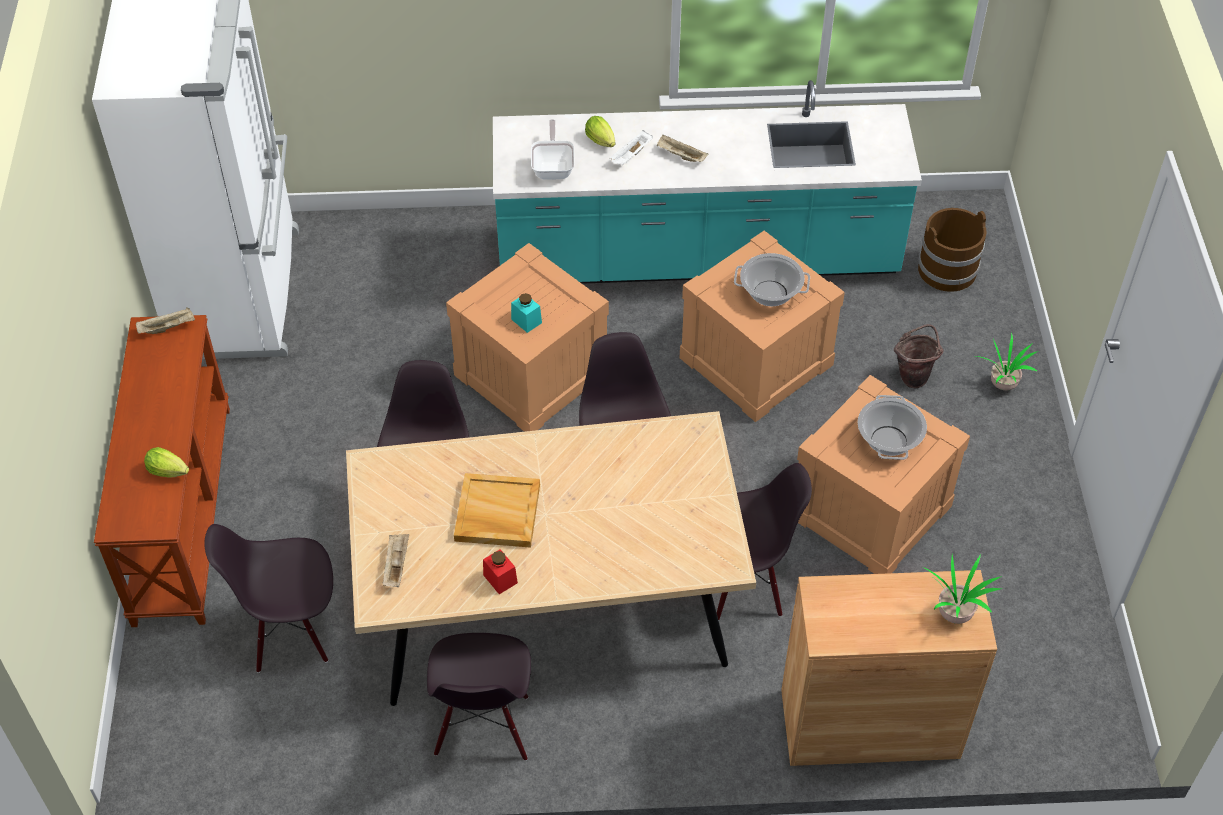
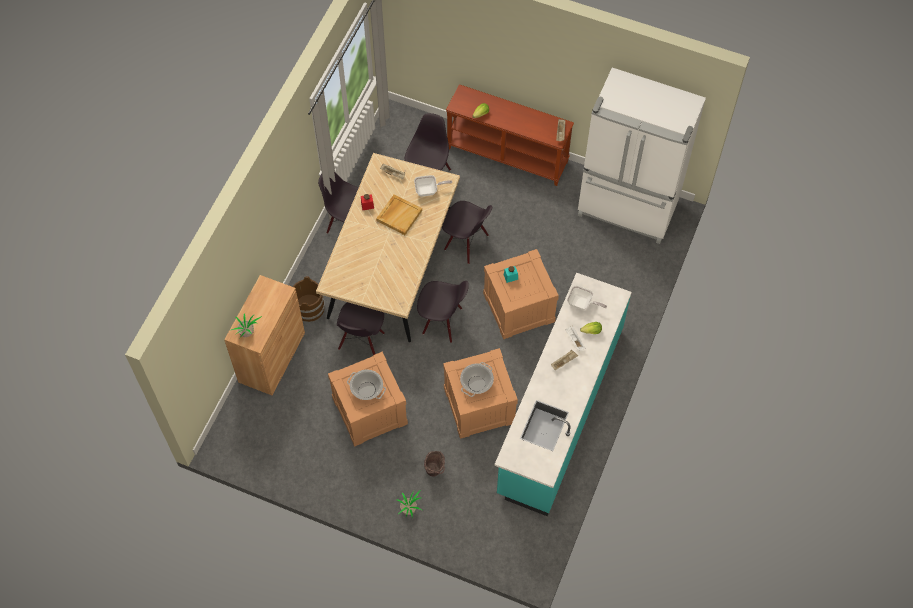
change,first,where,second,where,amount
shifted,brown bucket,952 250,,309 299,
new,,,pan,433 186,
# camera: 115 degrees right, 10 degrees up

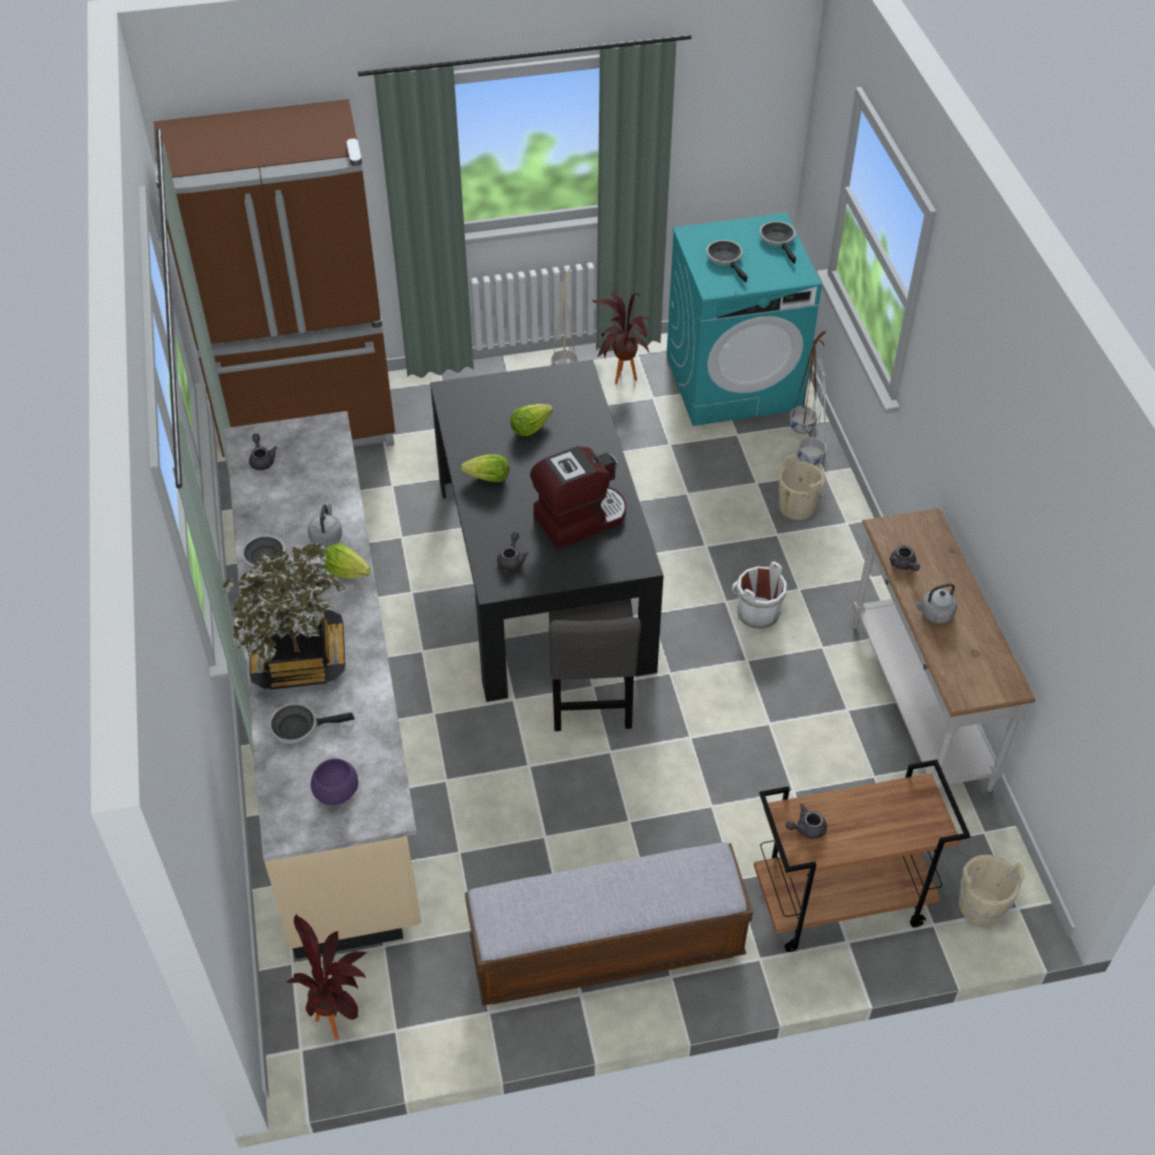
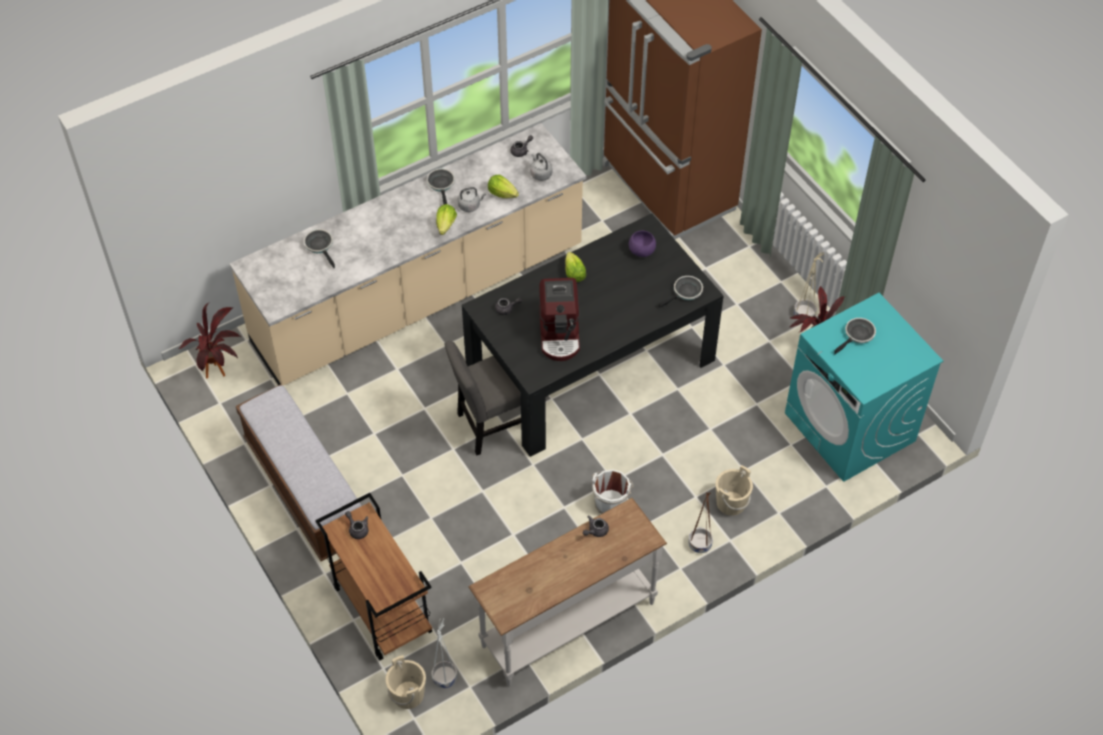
change,first,where,second,where,amount
gone,plant in a pot,284 616,,,
shifted,purple bowl,334 782,,642 244,
shifted,head of lettuce,531 420,,503 186,
rotated,coffee maker,578 497,,559 319,45 degrees clockwise
shifted,pan,777 242,,681 292,
shifted,brown flower pot,807 382,,700 522,
shifted,white flower pot,812 411,,444 653,
shifted,greyish tea kettle,935 603,,541 167,
# camera: 70 degrees right, 5 degrees up

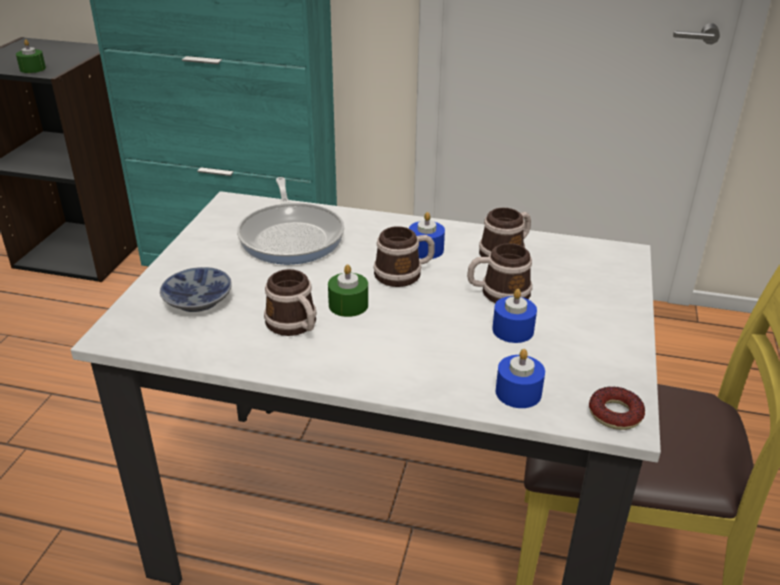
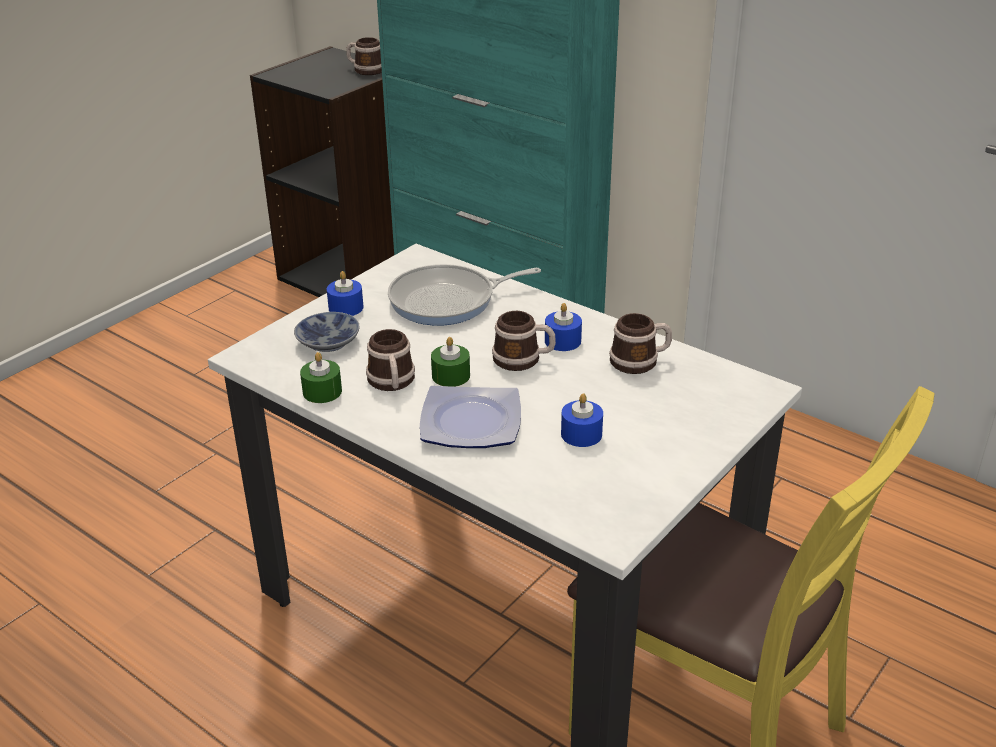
change,first,where,second,where,amount
shifted,greenish wax light,31 56,,321 377,
rotated,pan,290 221,,464 295,60 degrees clockwise
shifted,tea mug,499 273,,364 56,
shifted,blue wax light,520 378,,345 293,
gone,doughnut,617 408,,,
new,,,plate,470 417,
# camera: 25 degrees right, 0 degrees up

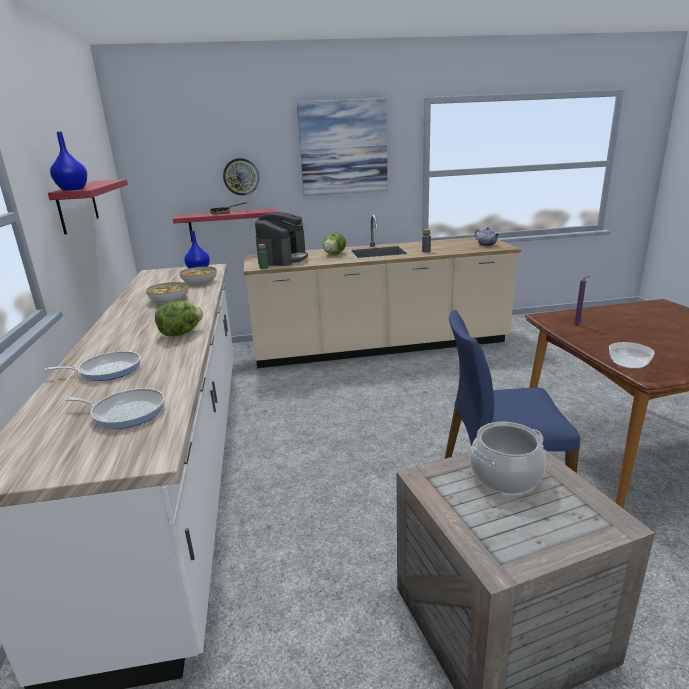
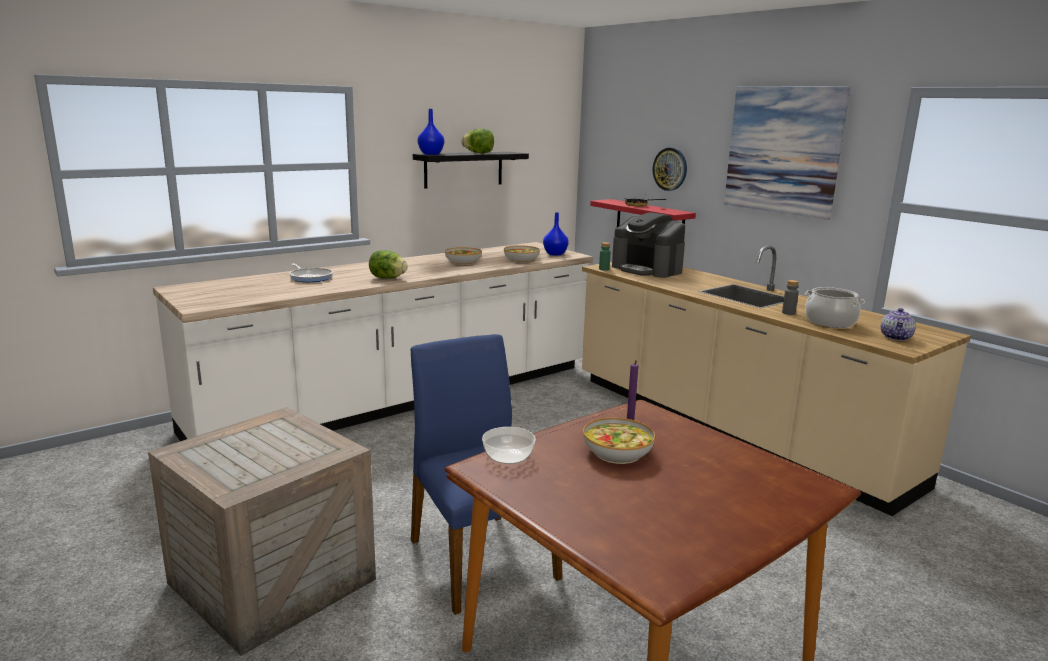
change,first,where,second,where,amount
repainted,red-coloured bracket shelf,88 207,black-coloured bracket shelf,471 170,
gone,pan,115 408,,,
rotated,coffee maker,281 239,,648 245,60 degrees clockwise
shifted,head of lettuce,334 244,,477 141,
shifted,cooking pot,508 458,,835 307,
new,,,bowl,619 441,
# camera: 60 degrees right, 5 degrees down

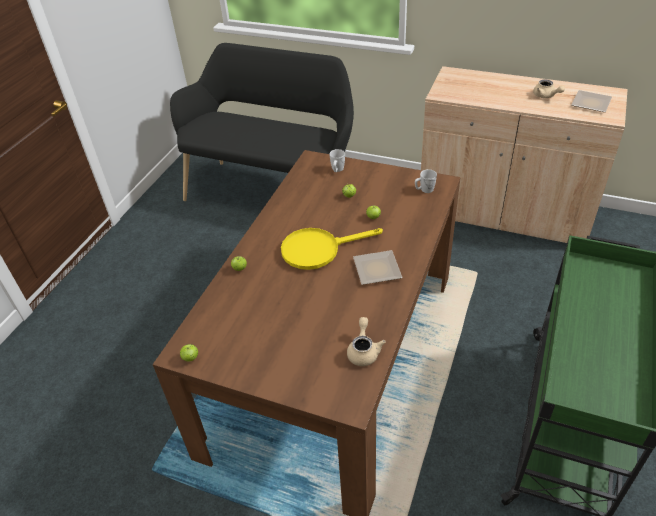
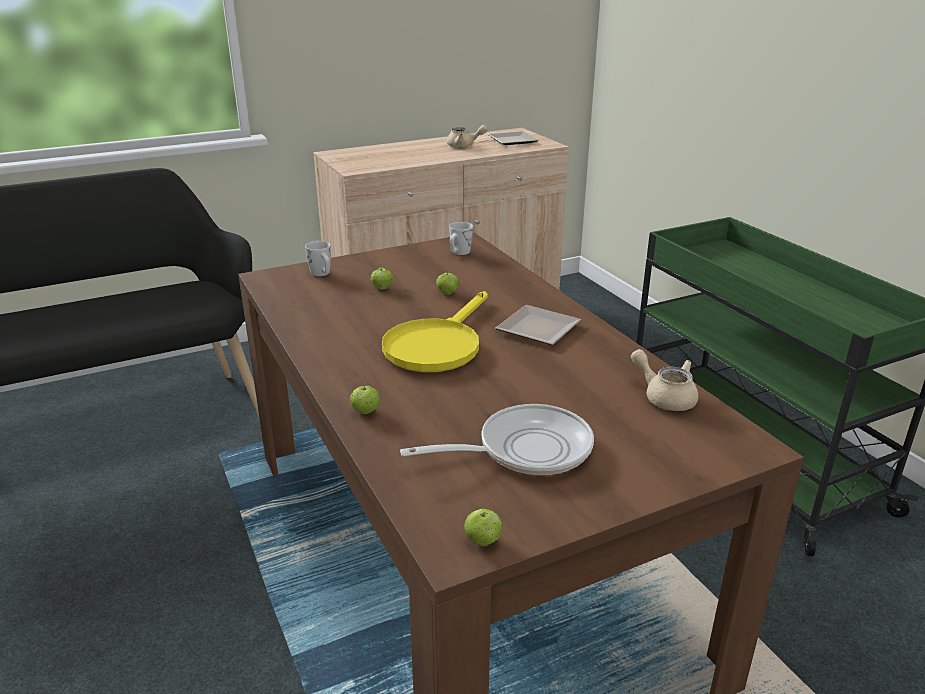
change,first,where,second,where,amount
new,,,pan,497 439,
# camera: 50 degrees left, 15 degrees down

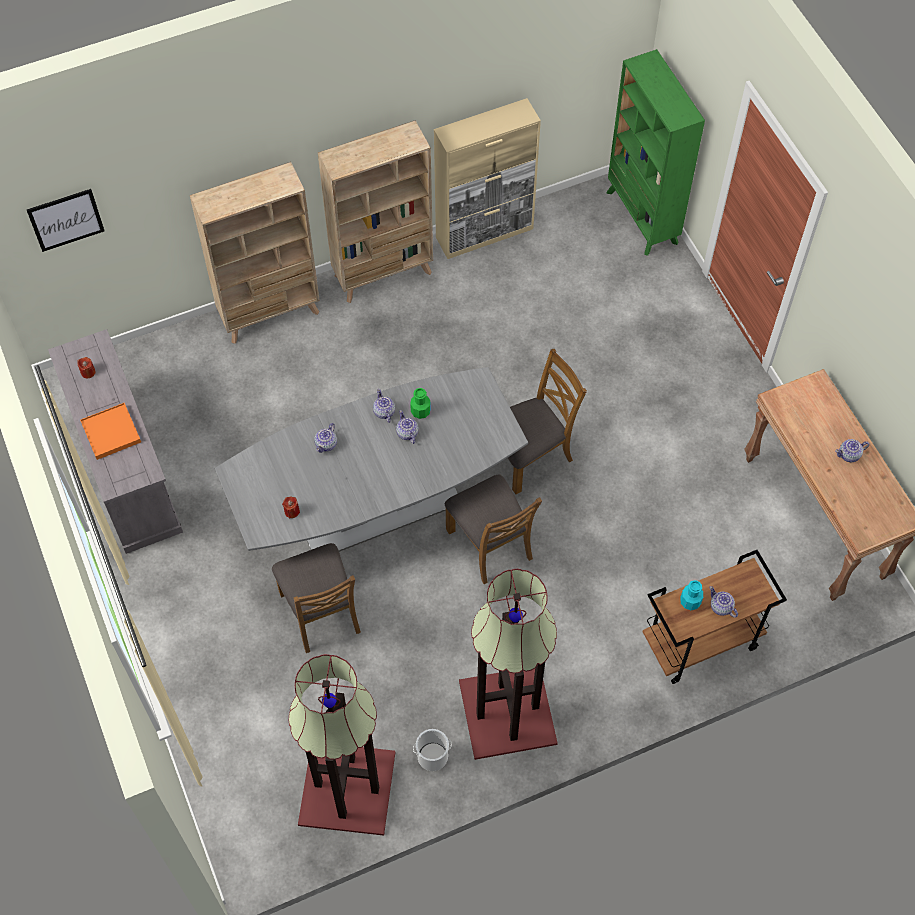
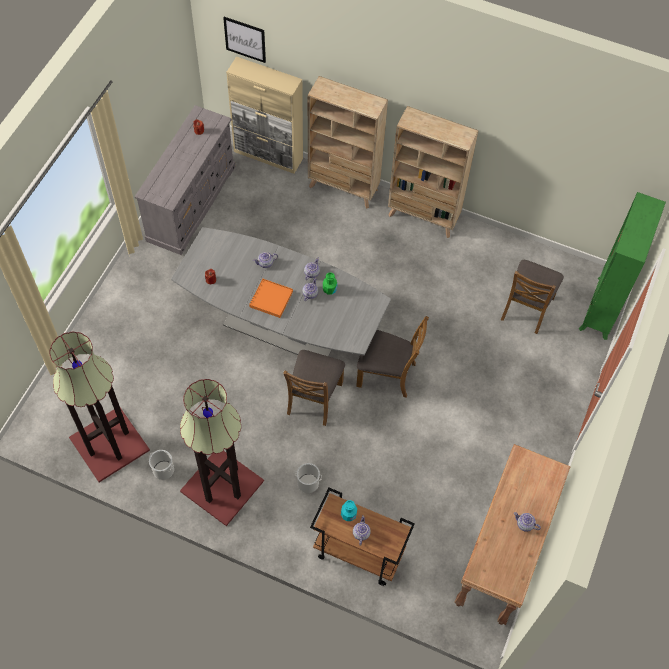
change,first,where,second,where,amount
shifted,orangey tray,110 431,,271 298,
shifted,brown chair,316 598,,532 297,
shifted,beige storage cabinet,487 178,,264 115,
new,,,bucket,308 478,
# camera: 45 degrees right, 0 degrees up

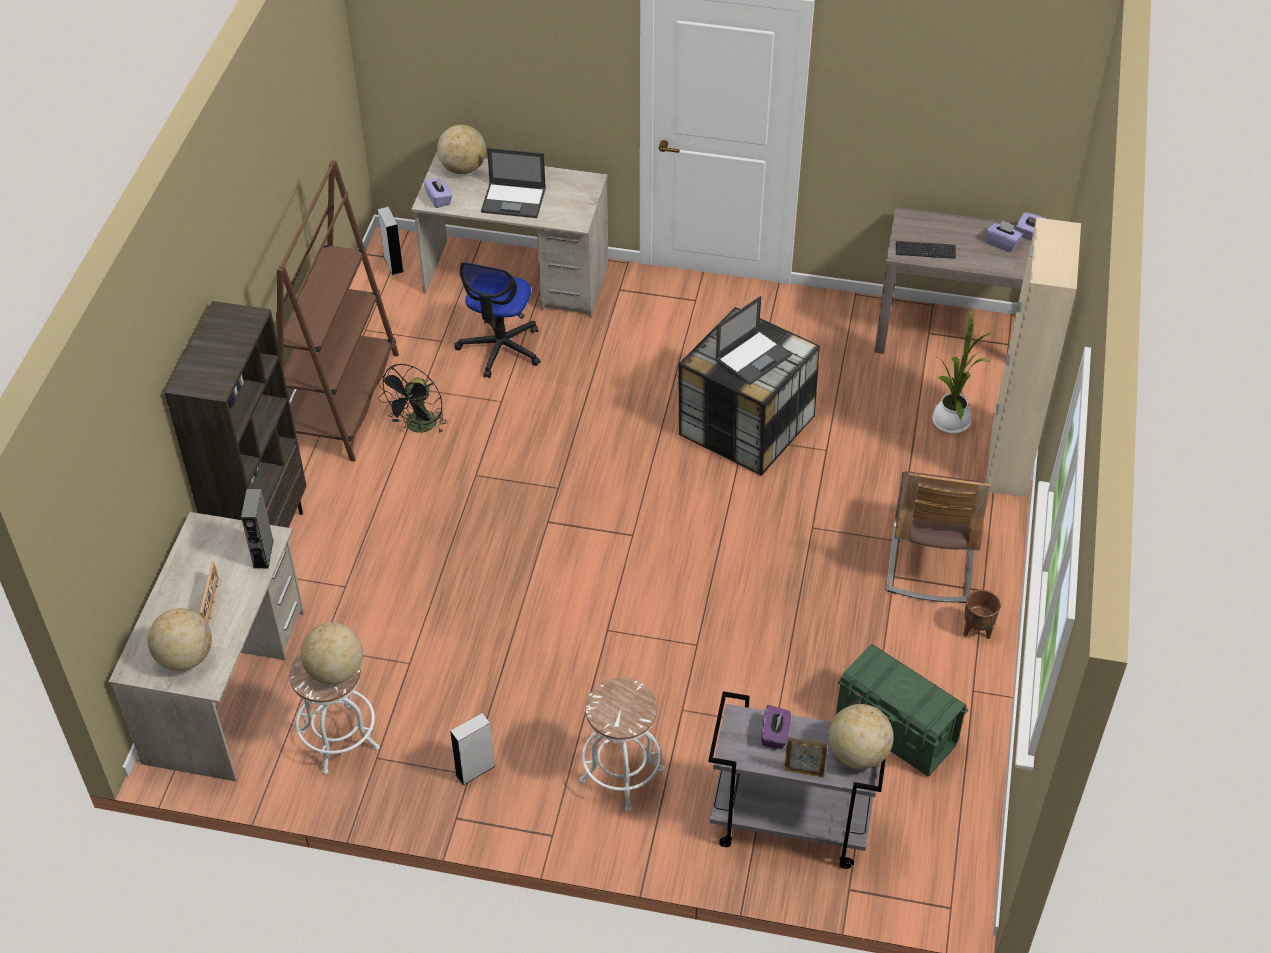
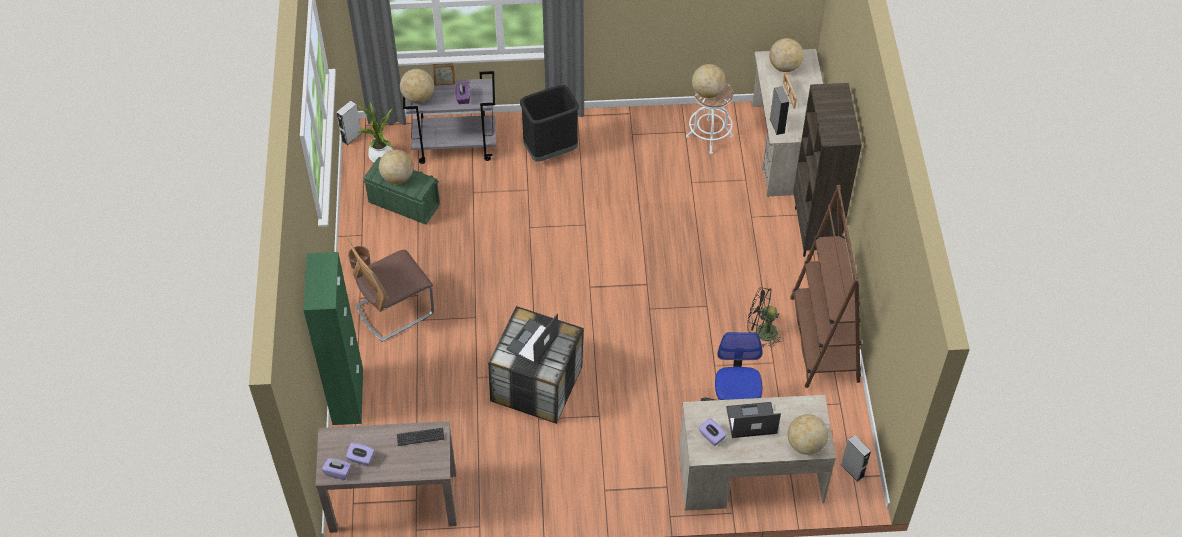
change,first,where,second,where,amount
rotated,black-coloured electric fan,413 399,,765 317,90 degrees counterclockwise
shifted,purple box of tissues,437 192,,713 432,
shifted,greyish audio speaker,473 749,,349 122,
swapped,white sitting stool,621 745,black-coloured rubbish bin,549 123,
rotated,chair,938 537,,390 290,120 degrees counterclockwise
shifted,plant in a pot,962 370,,374 132,
repainted,beige storage cabinet,1033 357,greenish storage cabinet,333 338,
new,,,world globe,396 167,
# camera: 165 degrees right, 5 degrees up

